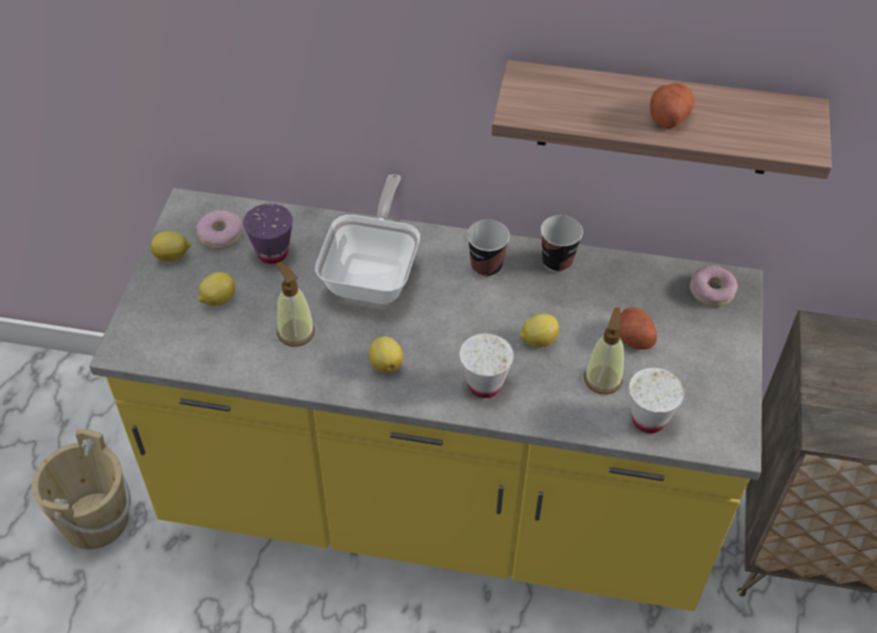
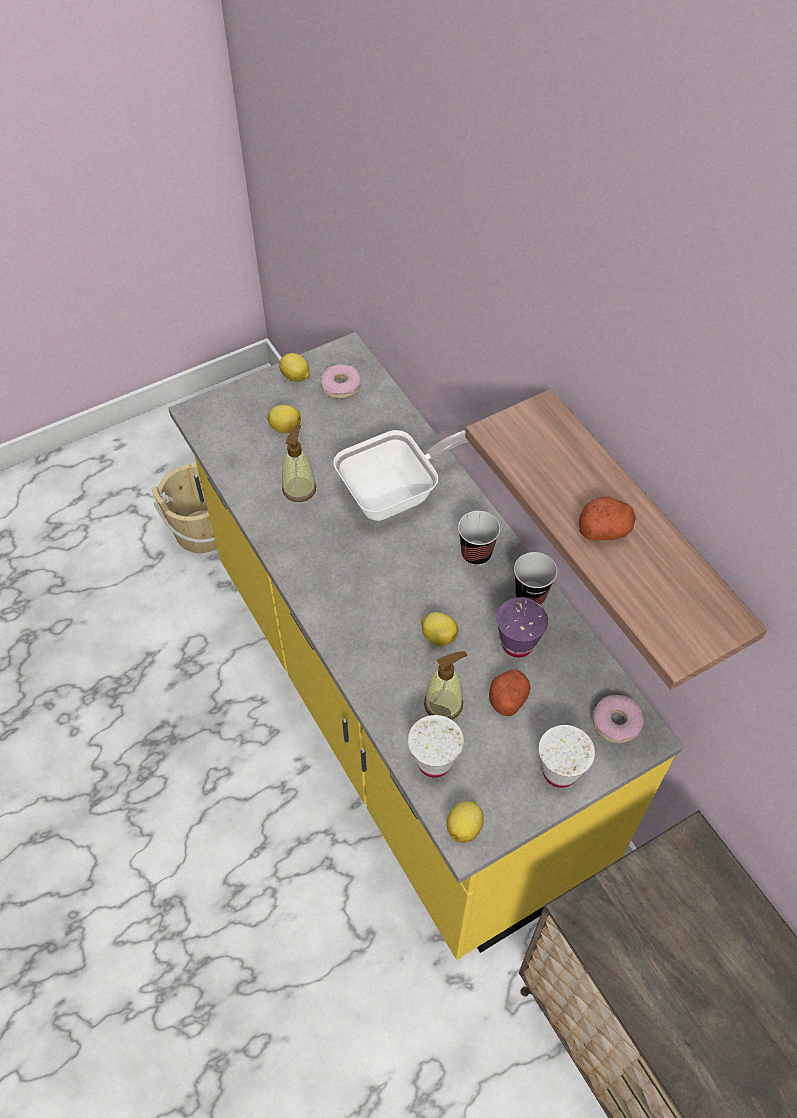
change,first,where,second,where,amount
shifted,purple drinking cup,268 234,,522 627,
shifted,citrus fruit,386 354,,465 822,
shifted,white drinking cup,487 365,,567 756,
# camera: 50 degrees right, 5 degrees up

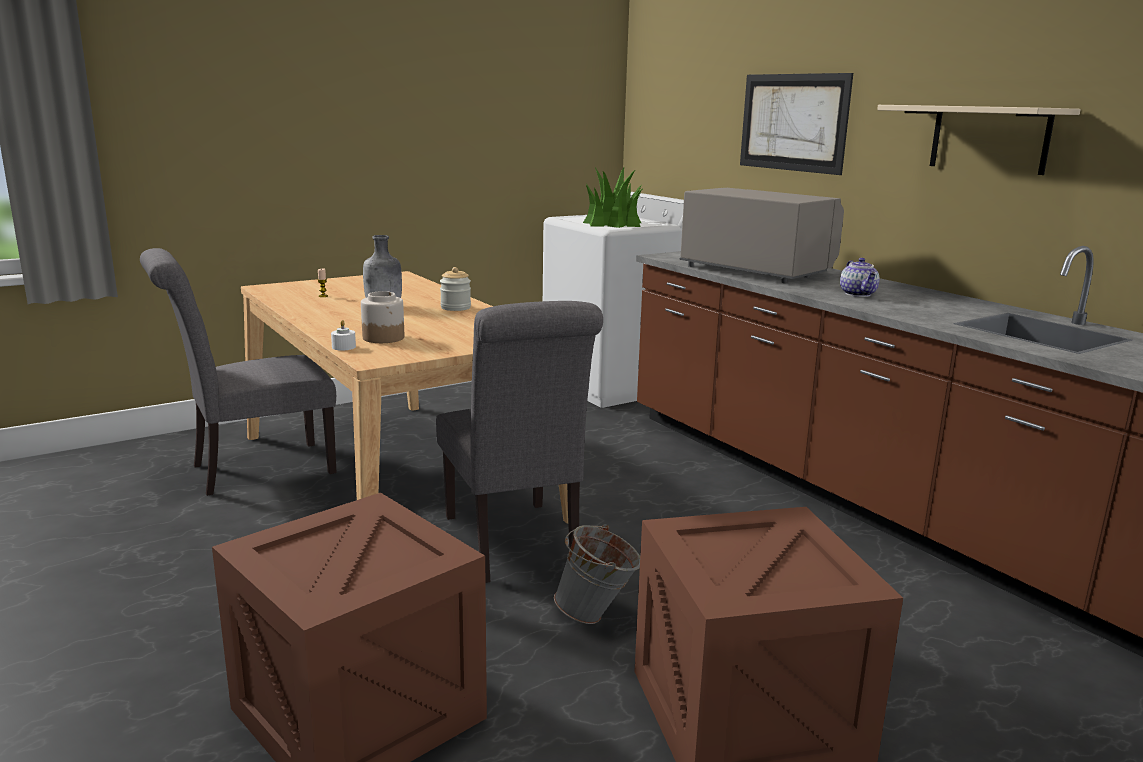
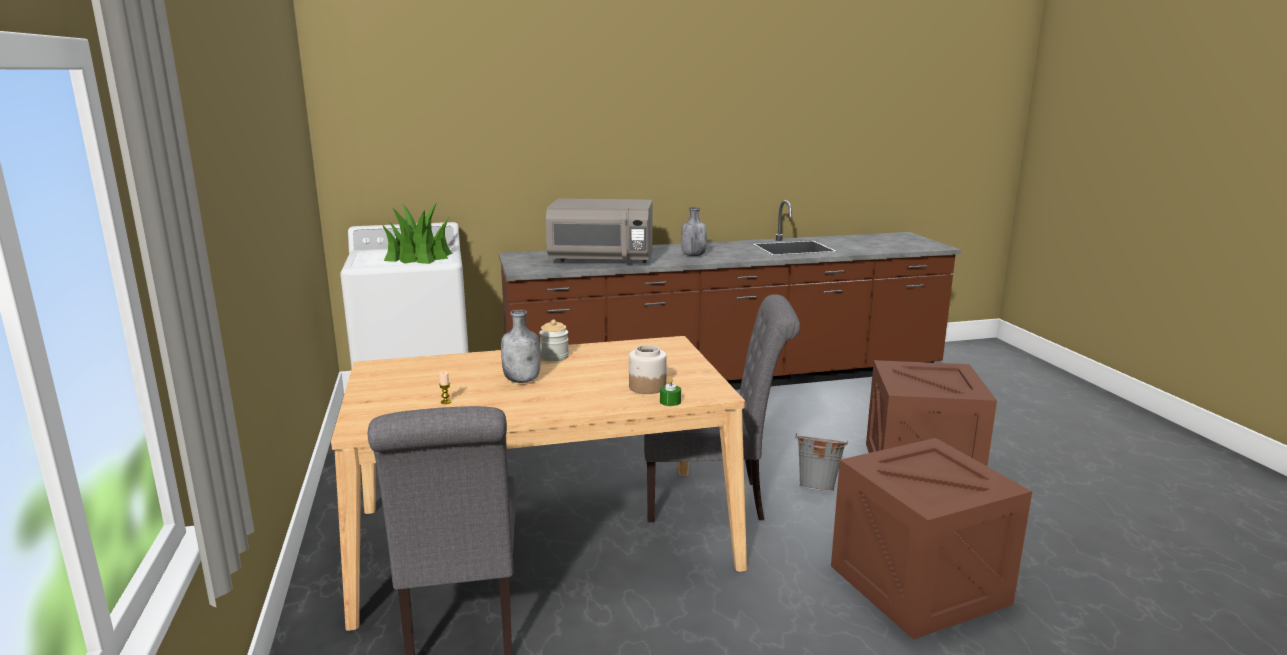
change,first,where,second,where,amount
repainted,white wax light,343 335,greenish wax light,670 392,
rotated,greyish kitchen microwave,762 235,,599 230,150 degrees counterclockwise
gone,wall picture,796 124,,,
swapped,pot for tea,860 277,greyish bottle,694 231,
gone,beige bracket shelf,979 140,,,
# camera: 70 degrees left, 0 degrees up

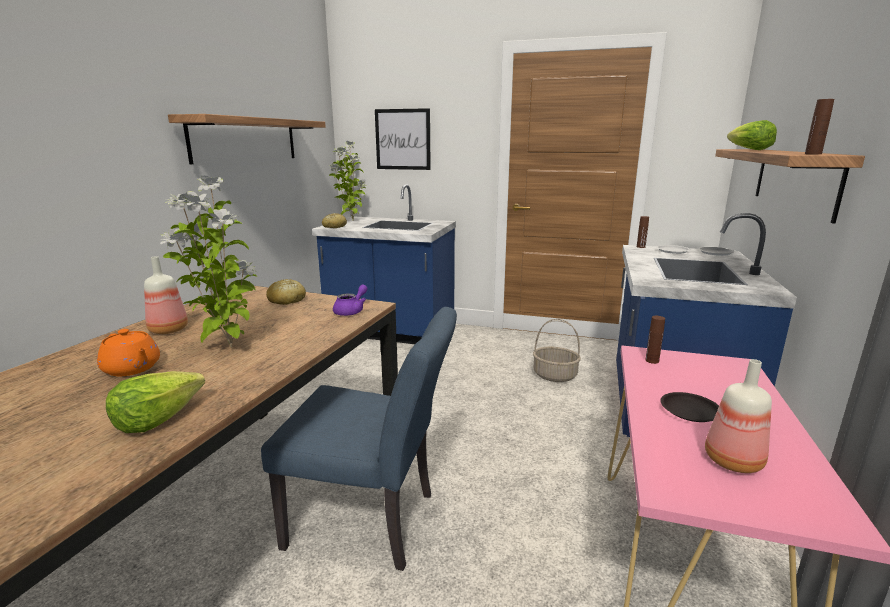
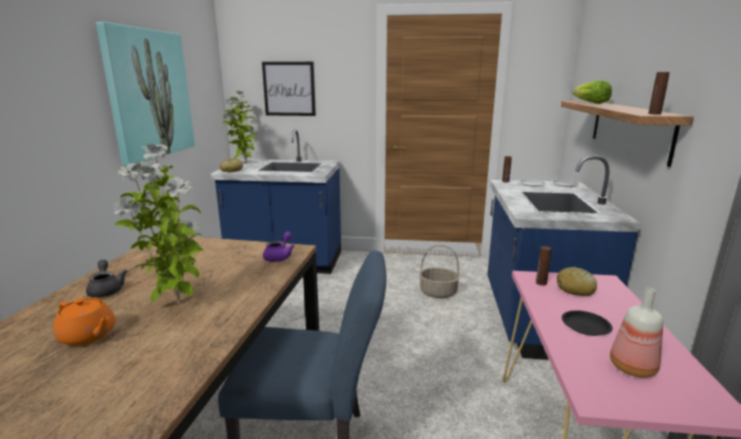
change,first,where,second,where,amount
gone,head of lettuce,155 402,,,
swapped,bottle,166 295,greyish pot for tea,106 279,
swapped,bracket shelf,247 139,wall picture,145 94,
shifted,bakery bread,286 292,,577 281,
# camera: 10 degrees left, 0 degrees up

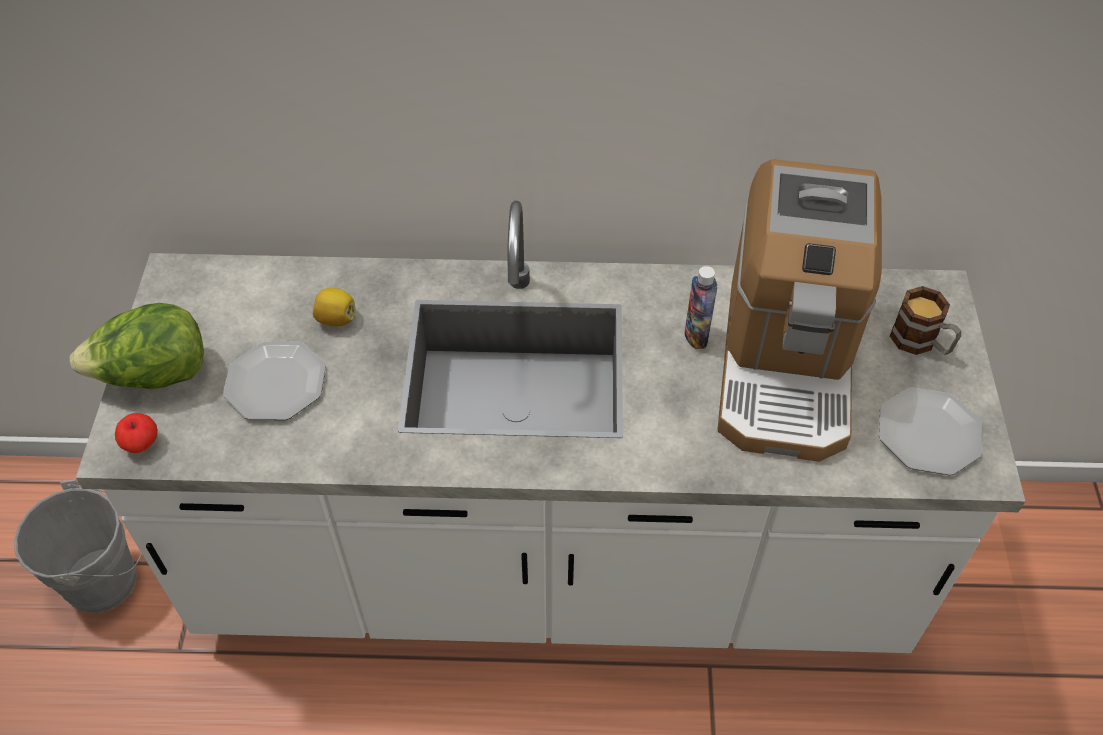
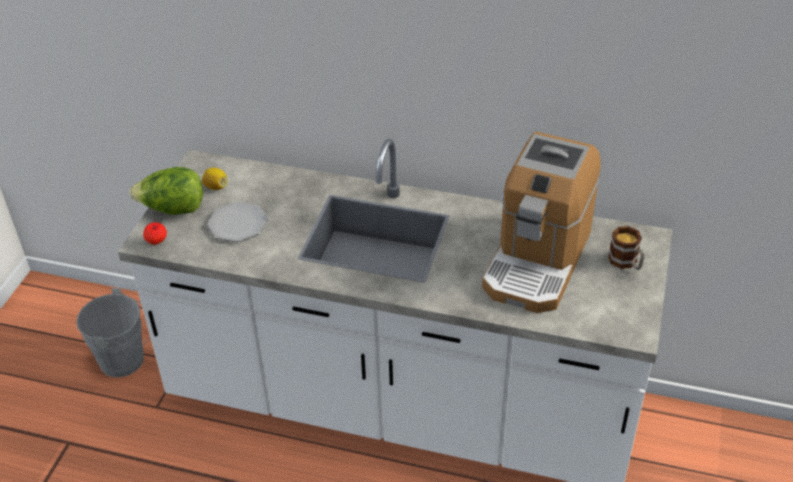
change,first,where,second,where,amount
shifted,citrus fruit,334 307,,214 179,
gone,bottle,701 307,,,
gone,plate,931 431,,,
# camera: 15 degrees right, 10 degrees down

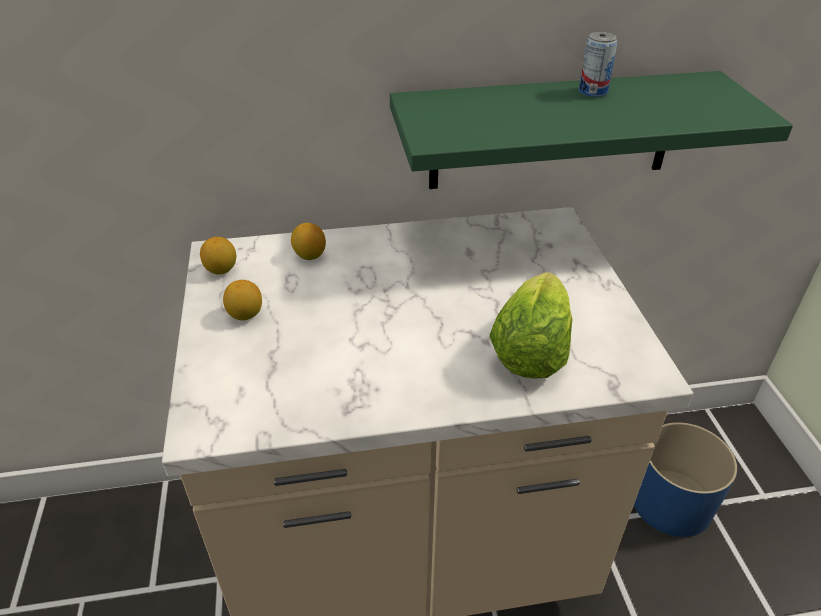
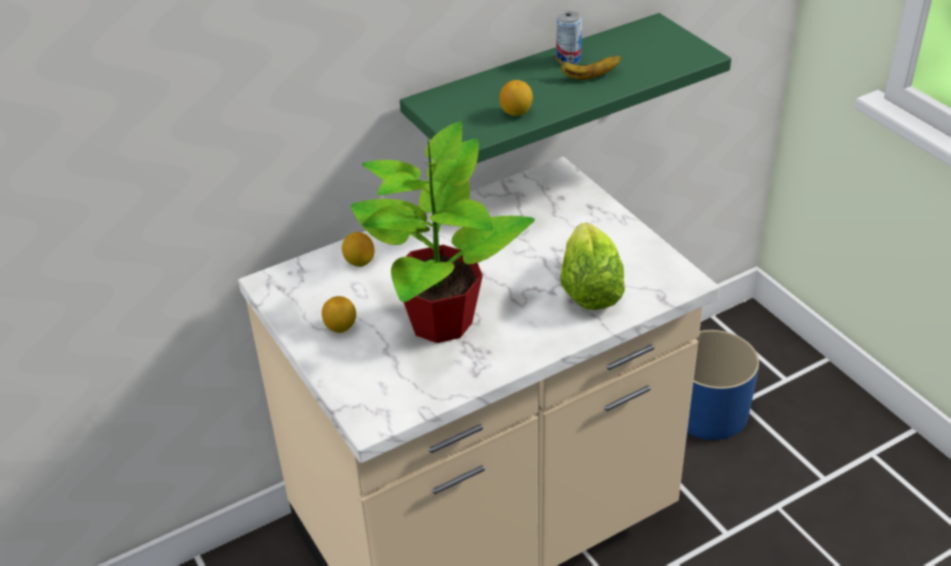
change,first,where,second,where,amount
shifted,citrus fruit,218 256,,516 98,
new,,,plant in a pot,443 232,
new,,,banana fruit,587 67,
# camera: 20 degrees left, 0 degrees up

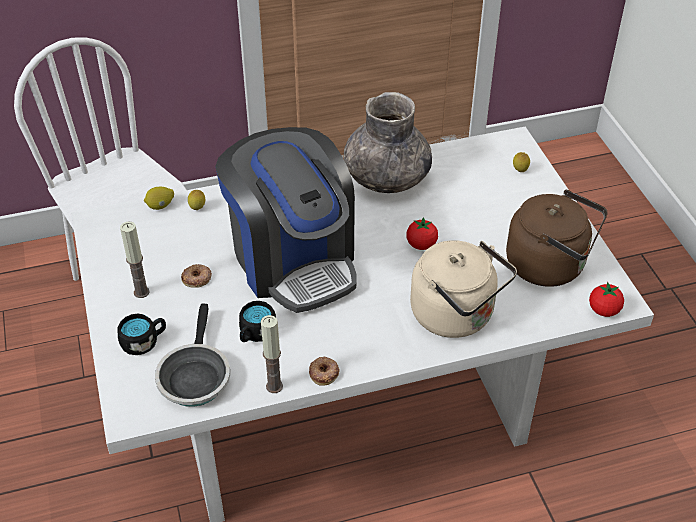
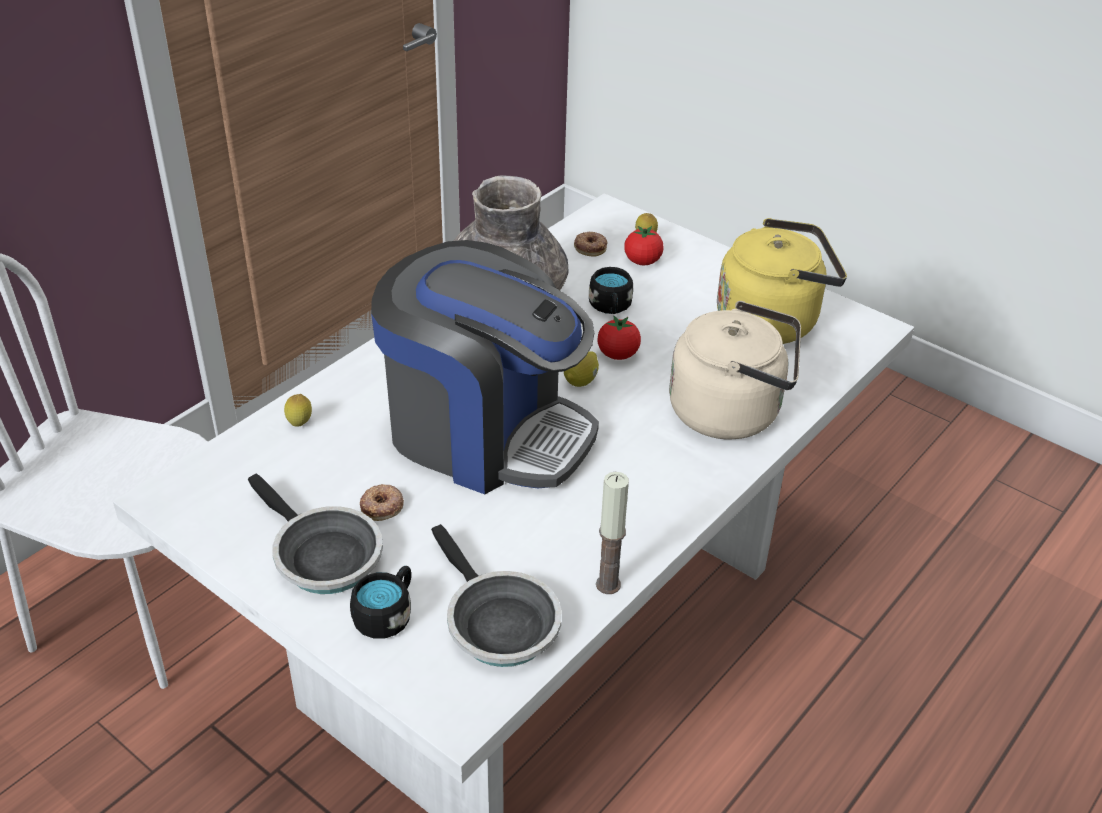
change,first,where,second,where,amount
swapped,wax light,135 259,pan,315 533,
shifted,citrus fruit,159 198,,581 369,
shifted,black-coloured tea mug,257 321,,611 290,
shifted,doughnut,324 371,,590 244,
repainted,brown tea kettle,557 238,yellow tea kettle,782 281,
shifted,tomato,606 299,,643 245,
# camera: 35 degrees left, 5 degrees down

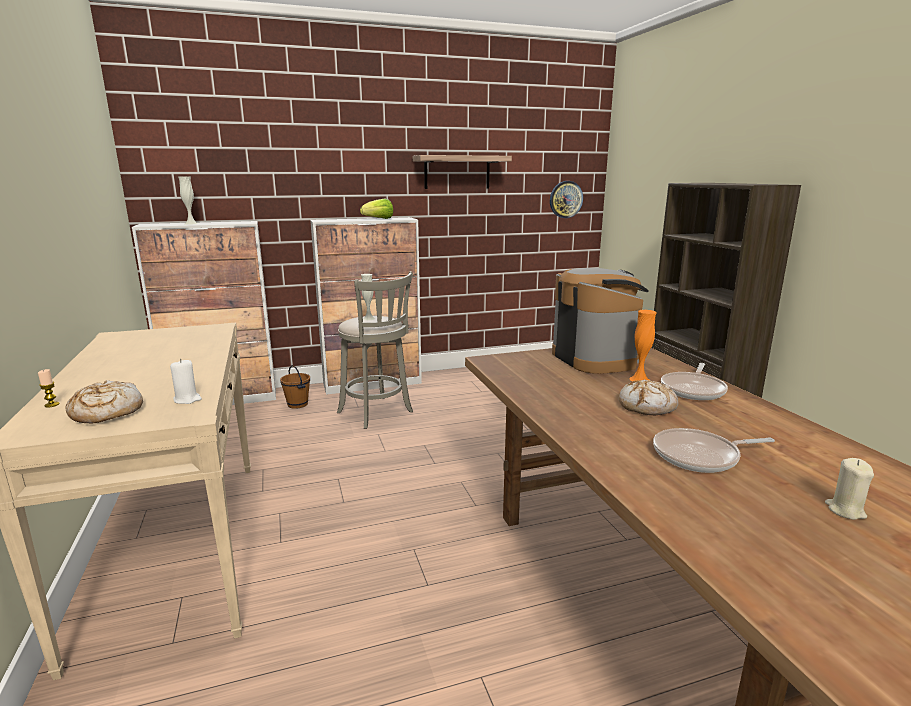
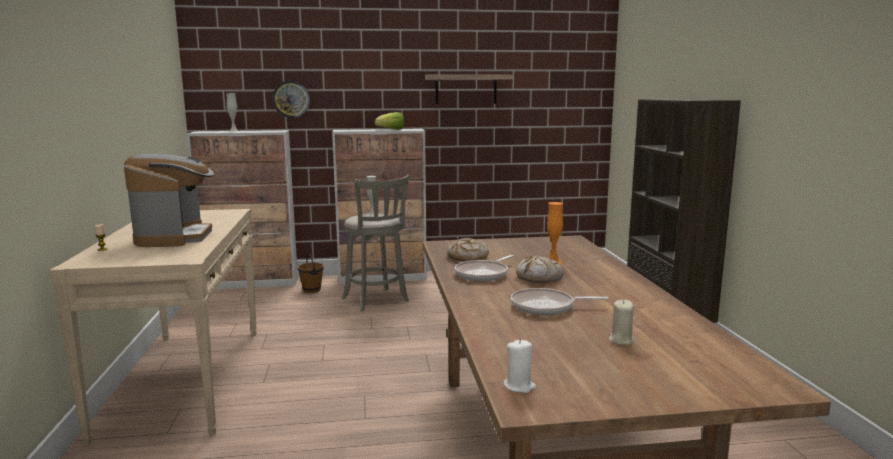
change,first,where,second,where,amount
shifted,bakery bread,104 401,,468 249,
shifted,white wax light,186 381,,519 366,
shifted,clock on the wall,566 199,,291 99,
shifted,coffee maker,600 321,,169 200,
shifted,pan,694 381,,484 268,
# camera: 10 degrees right, 5 degrees down

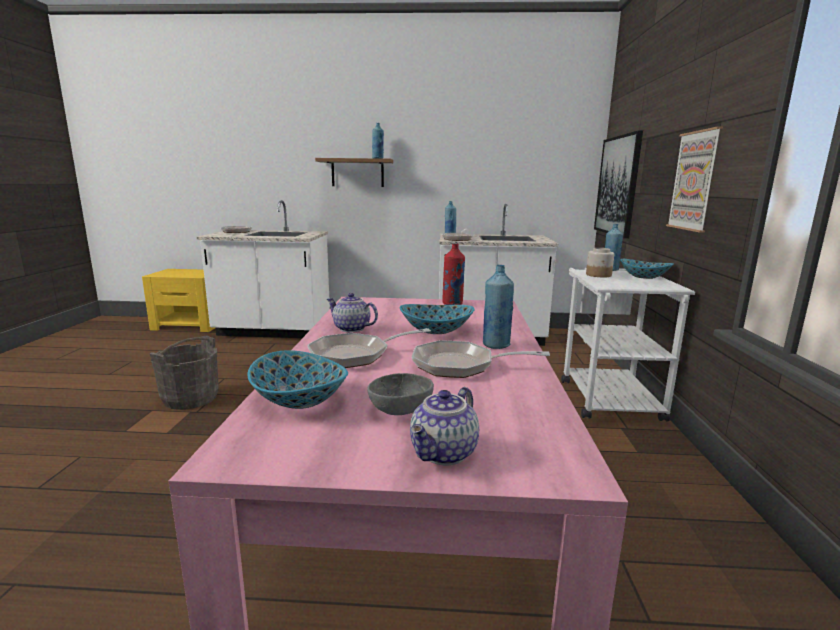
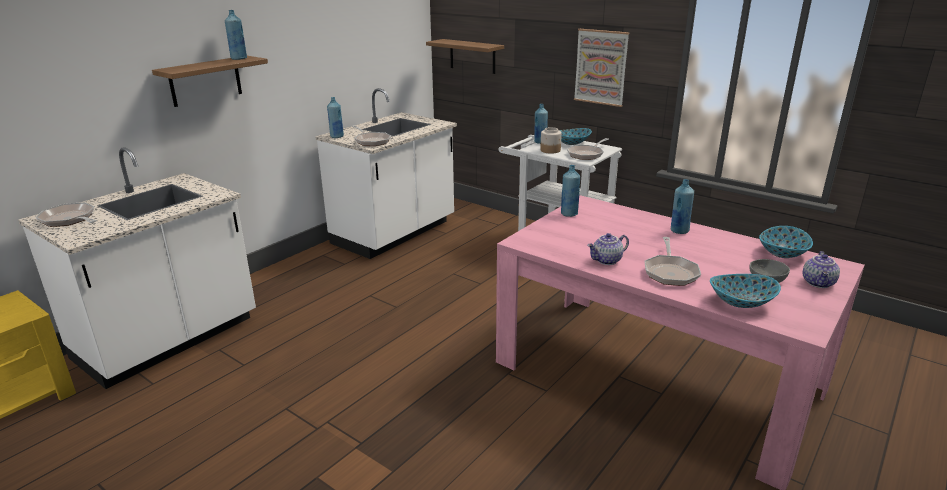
change,first,where,second,where,amount
gone,greyish bucket,184 373,,,
shifted,bowl,437 319,,786 242,
rotated,pot for tea,444 426,,821 269,45 degrees clockwise
shifted,pan,481 359,,588 149,
repainted,red-coloured bottle,454 274,blue bottle,570 191,
swapped,wall picture,618 185,bracket shelf,465 56,
# camera: 55 degrees left, 10 degrees up

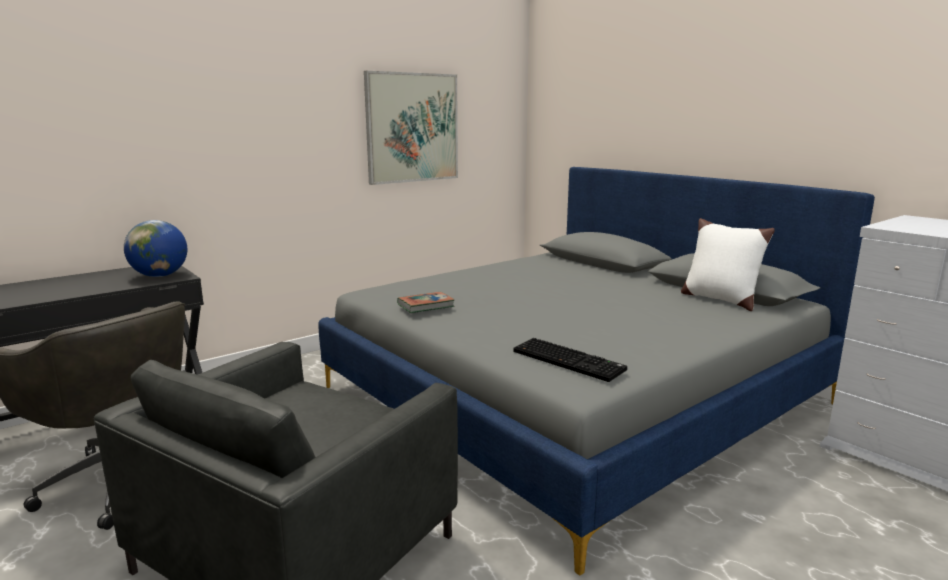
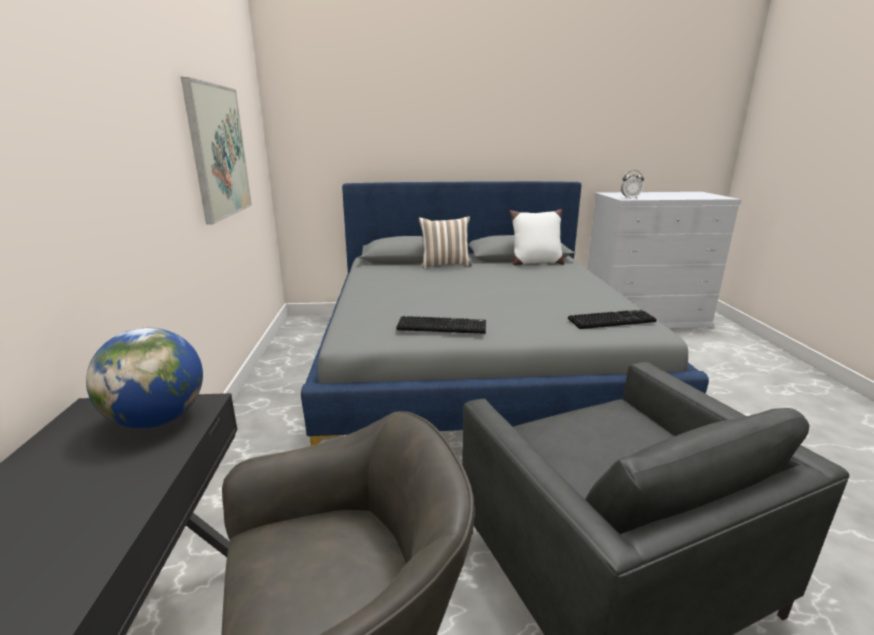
change,first,where,second,where,amount
swapped,book,426 302,keyboard,441 325,
new,,,cushion,445 242,
new,,,table clock,632 184,
# camera: 55 degrees left, 5 degrees up

